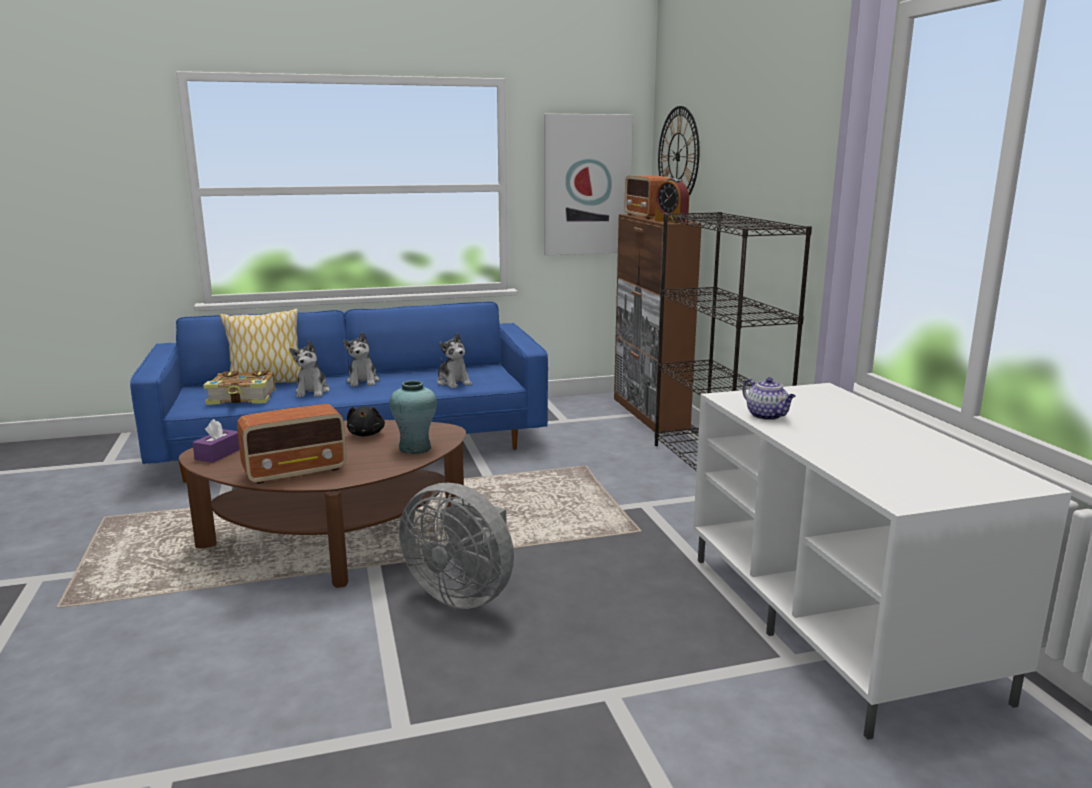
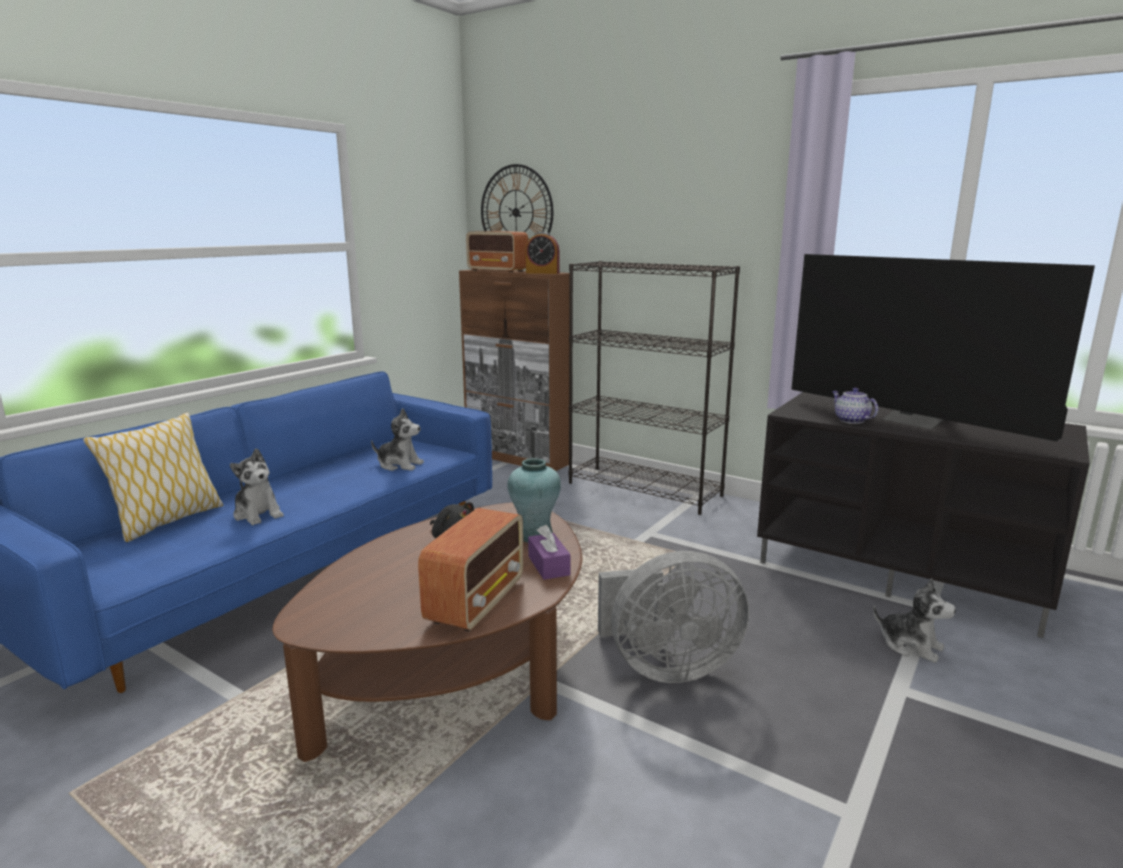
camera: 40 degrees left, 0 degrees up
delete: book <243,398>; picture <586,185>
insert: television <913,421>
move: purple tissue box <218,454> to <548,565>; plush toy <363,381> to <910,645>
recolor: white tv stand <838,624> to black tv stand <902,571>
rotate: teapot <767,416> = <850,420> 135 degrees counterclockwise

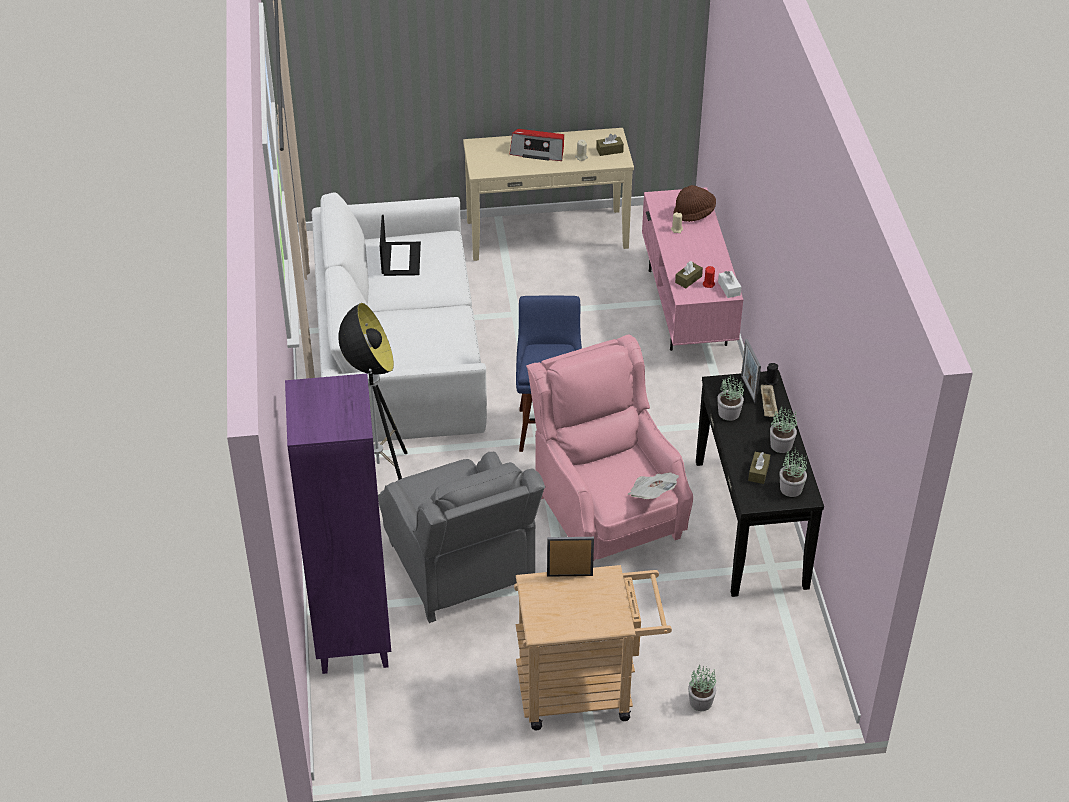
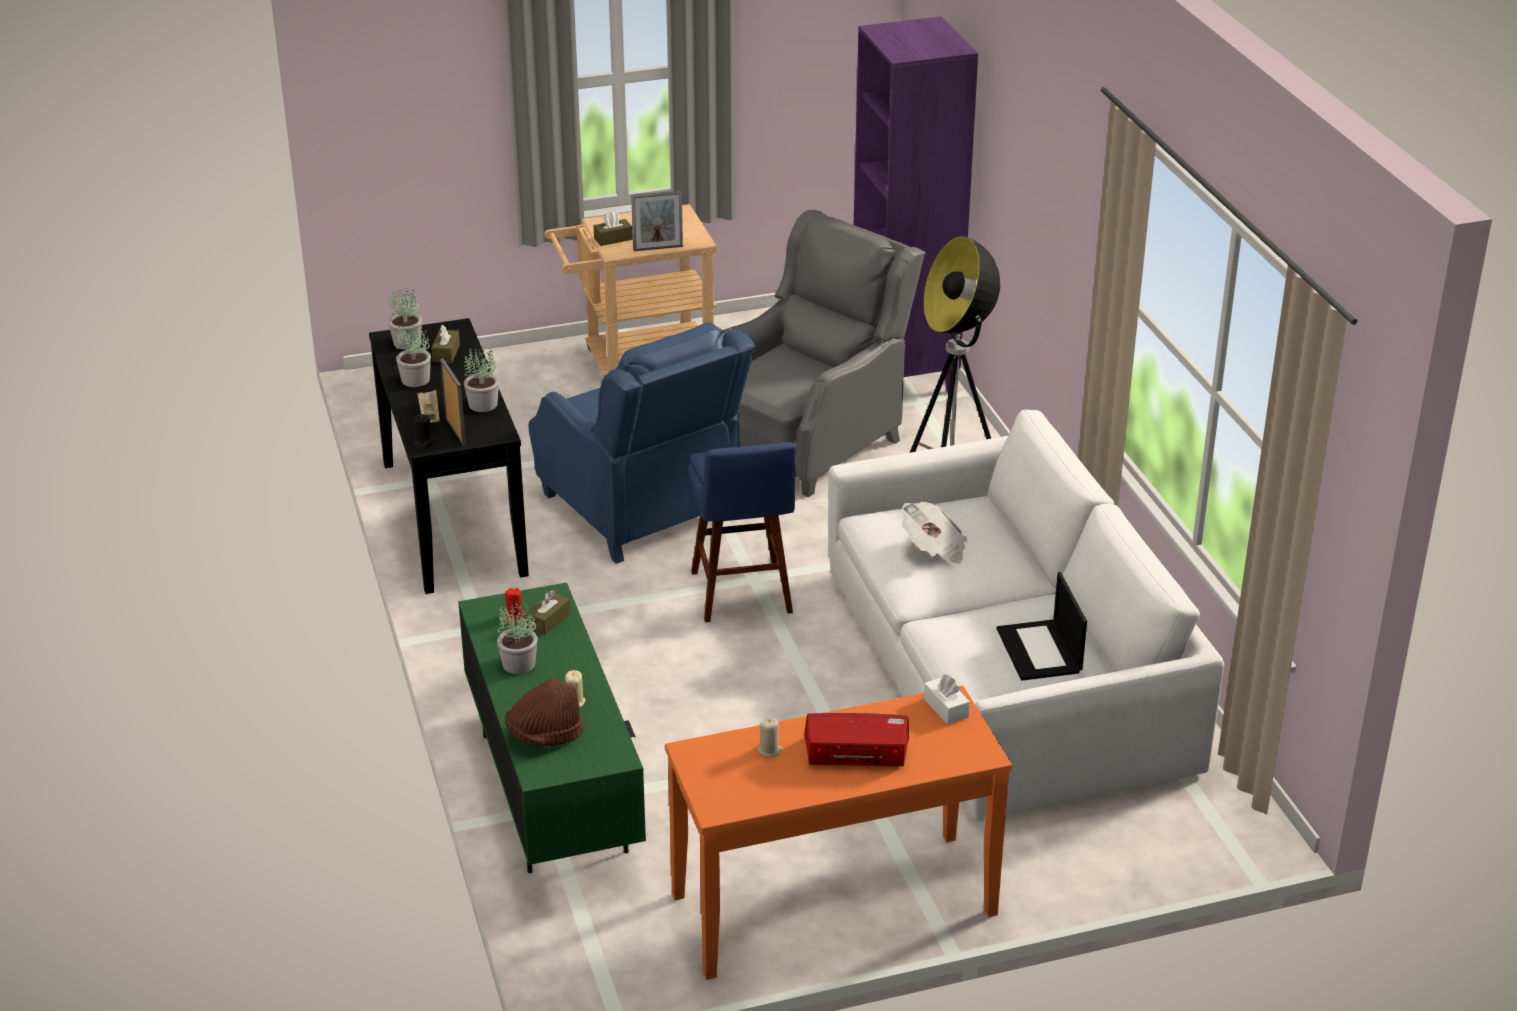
camera: 170 degrees right, 10 degrees down
move: brown tissue box <609,150> to <613,239>; newspaper <652,494> to <934,548>; potted plant <701,701> to <518,664>; white tissue box <729,288> to <946,708>
recolor: beige console table <547,234> to orange console table <834,905>; pink armchair <606,513> to blue armchair <642,510>; pink tv stand <688,308> to green tv stand <551,792>
rotate: grey armchair <462,568> = <807,442> 75 degrees clockwise

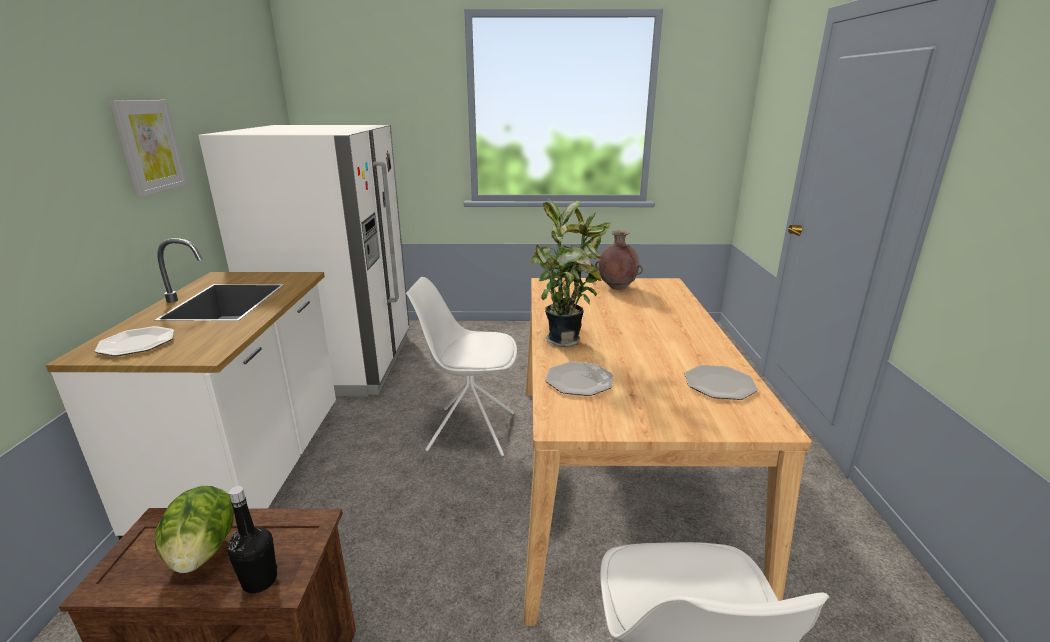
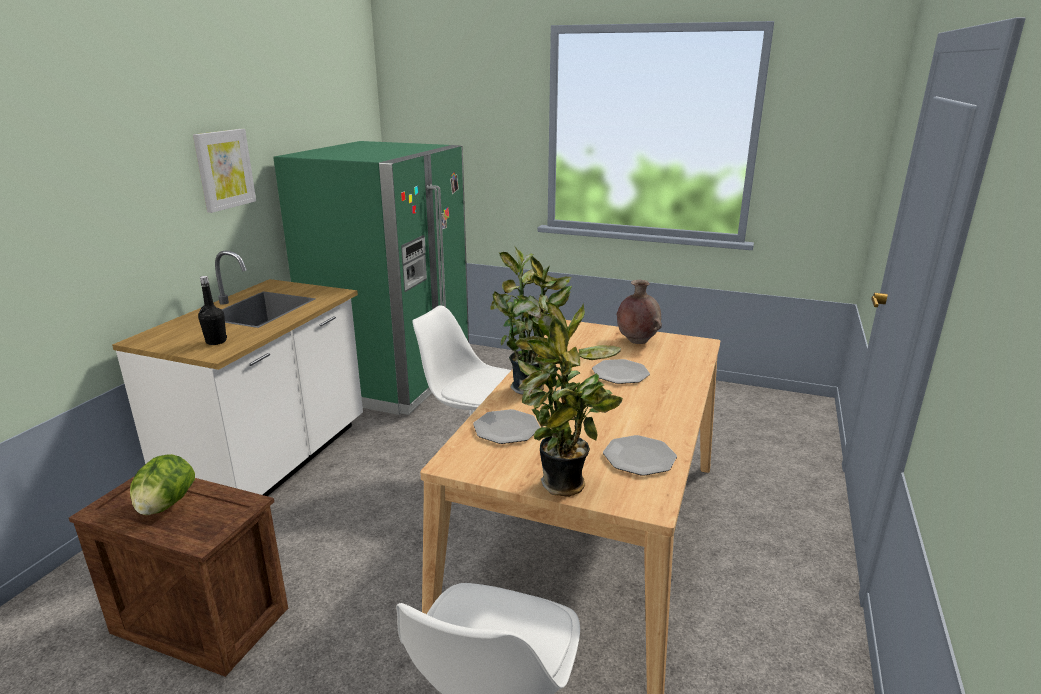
camera: 20 degrees right, 0 degrees up
insert: potted plant <564,487>
move: plate <136,343> to <620,373>; black bottle <260,580> to <216,341>
recolor: white fridge <342,363> to green fridge <393,379>

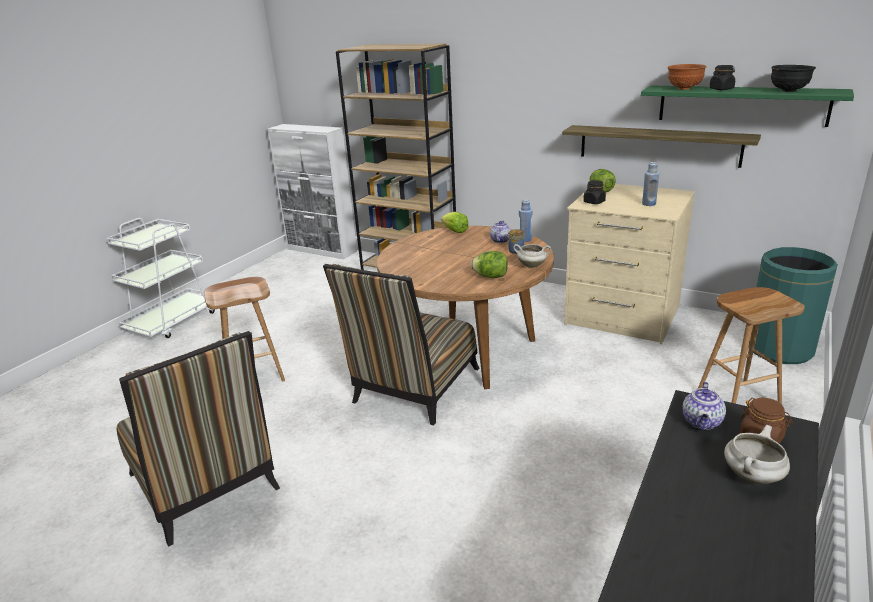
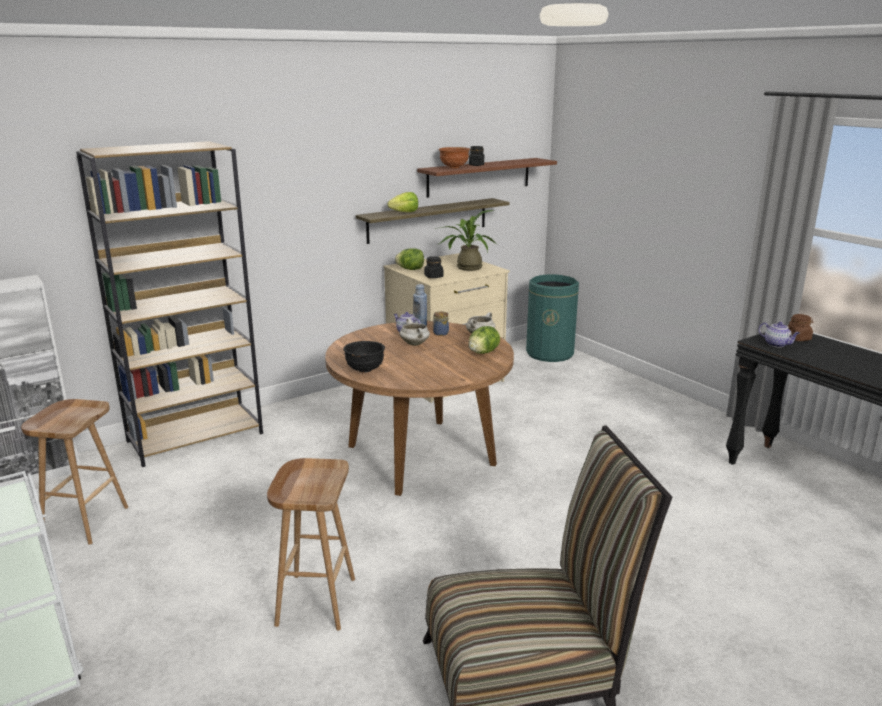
camera: 65 degrees left, 5 degrees down
delete: chair <413,389>
move: lettuce <455,231> to <405,212>; brown stool <738,399> to <85,521>; white cooking pot <753,476> to <415,344>; black bowl <789,91> to <365,370>
replace: blue bottle <648,204> to potted plant <466,267>
recolor: green shelf <741,105> to brown shelf <479,177>

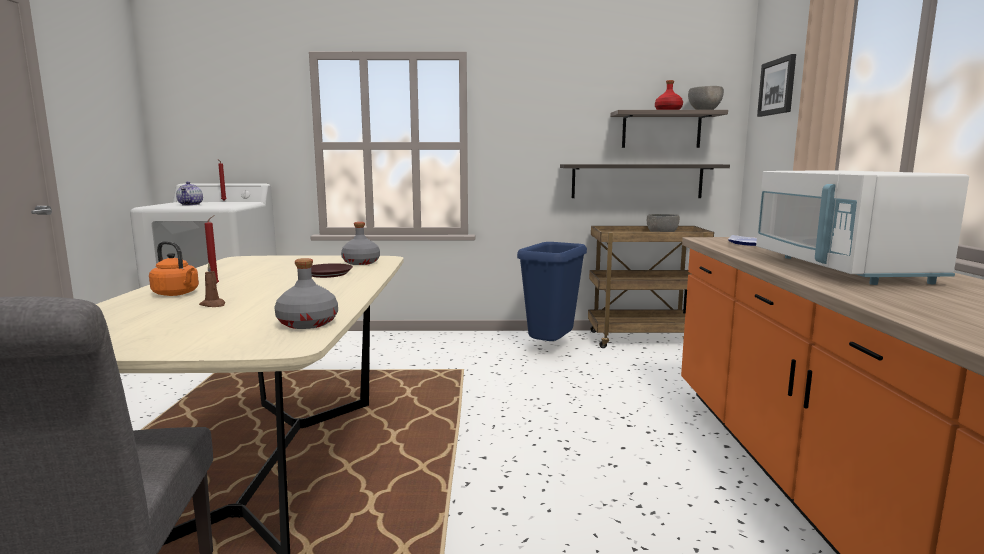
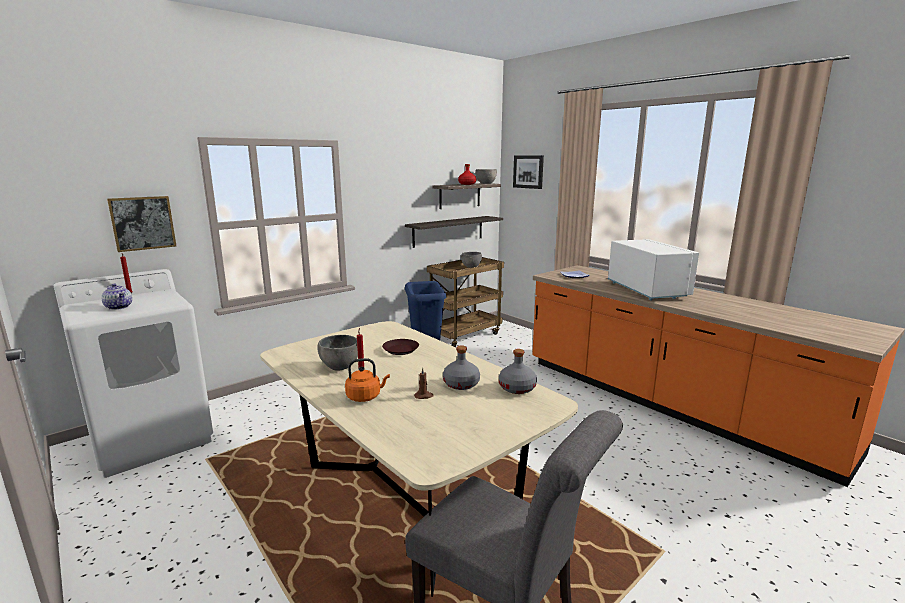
camera: 40 degrees left, 5 degrees up
insert: picture <143,223>; grey bowl <340,367>
move: grey bottle <360,262> to <461,384>
rotate: white microwave <840,268> = <647,290> 150 degrees counterclockwise

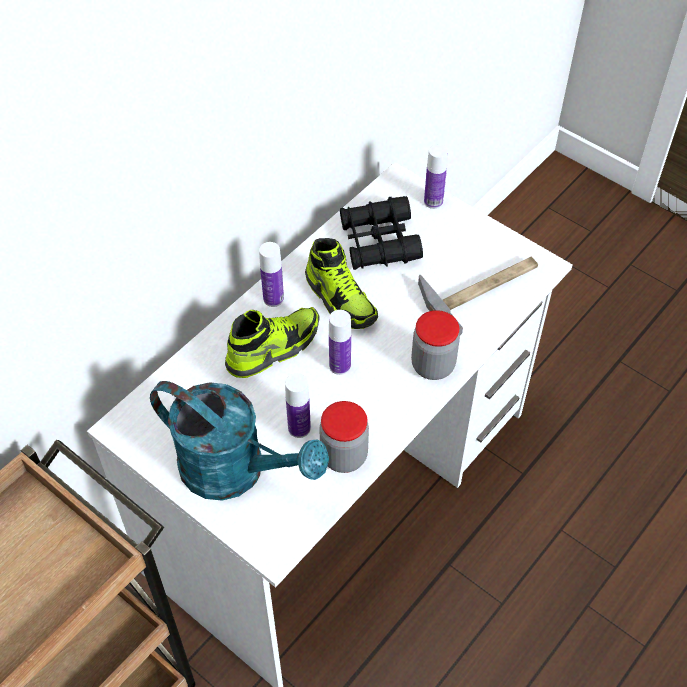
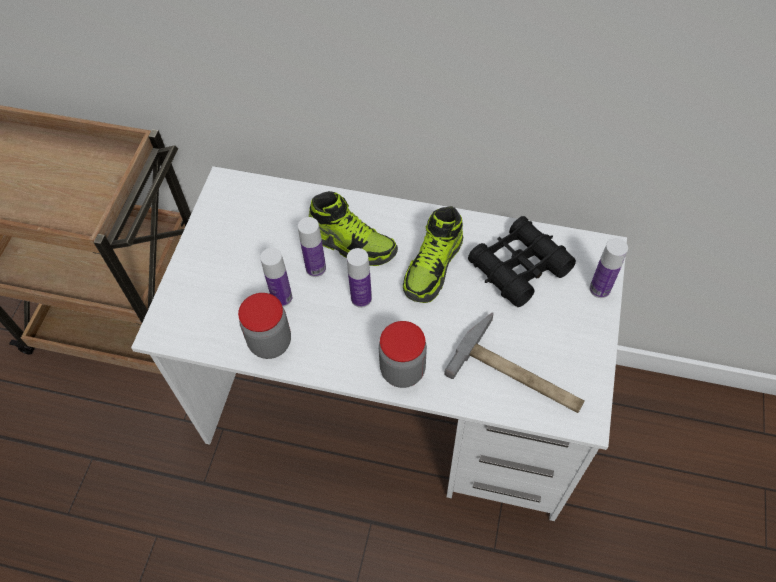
camera: 65 degrees right, 5 degrees up
delete: turquoise watering can <236,471>
move: bottle <273,299> to <316,268>

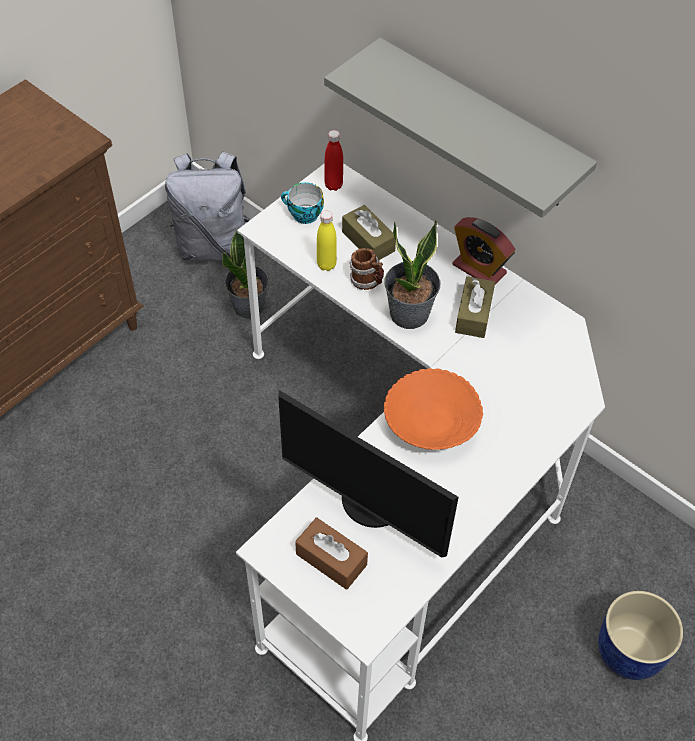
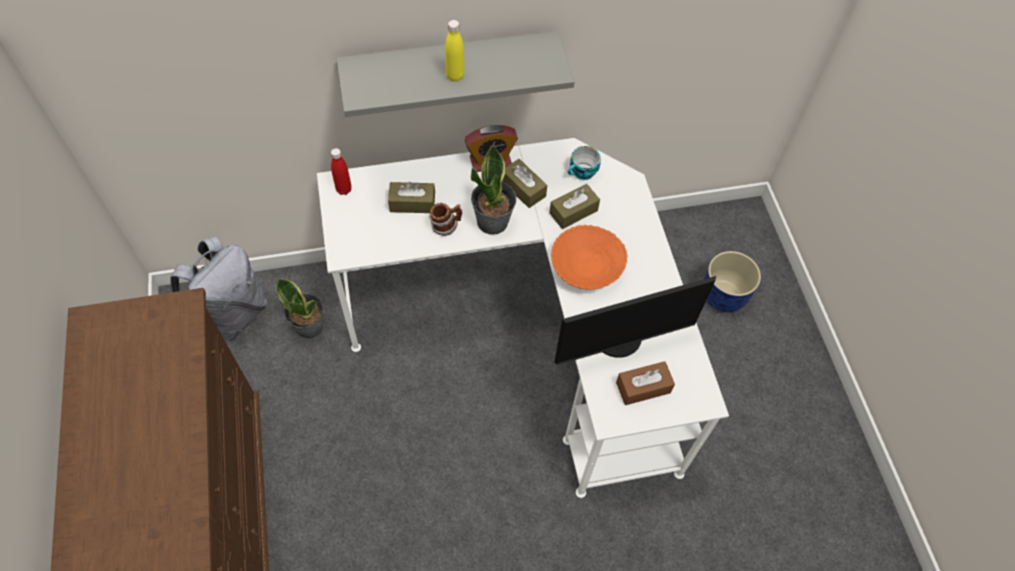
camera: 55 degrees left, 5 degrees up
insert: brown tissue box <573,212>
move: cup <303,215> to <582,173>; yellow bottle <326,265> to <455,76>

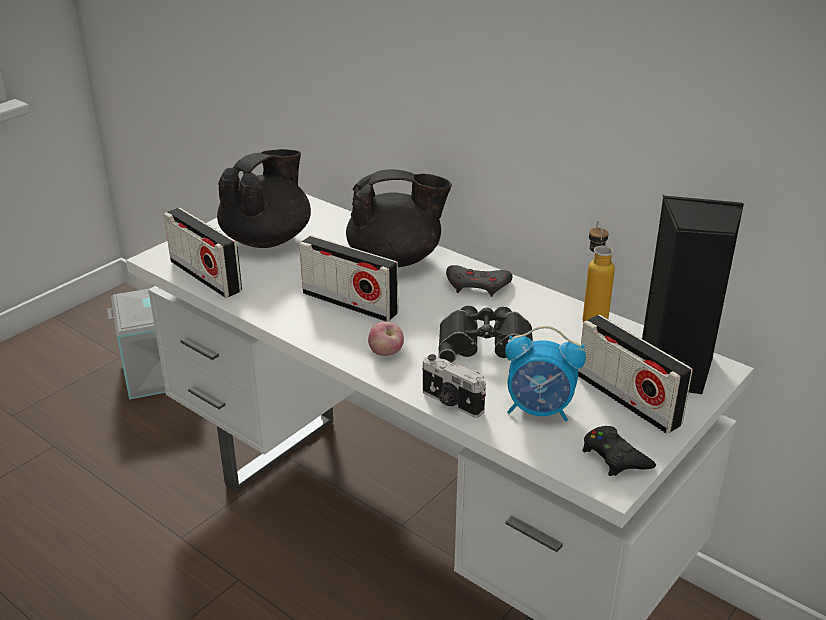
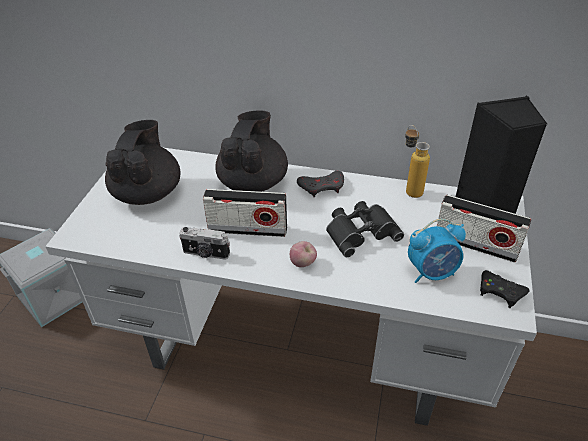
camera: 25 degrees left, 10 degrees up
delete: radio <205,276>
move: photo camera <451,403> to <206,254>
rotate: black teapot <396,259> = <253,182> 45 degrees counterclockwise

